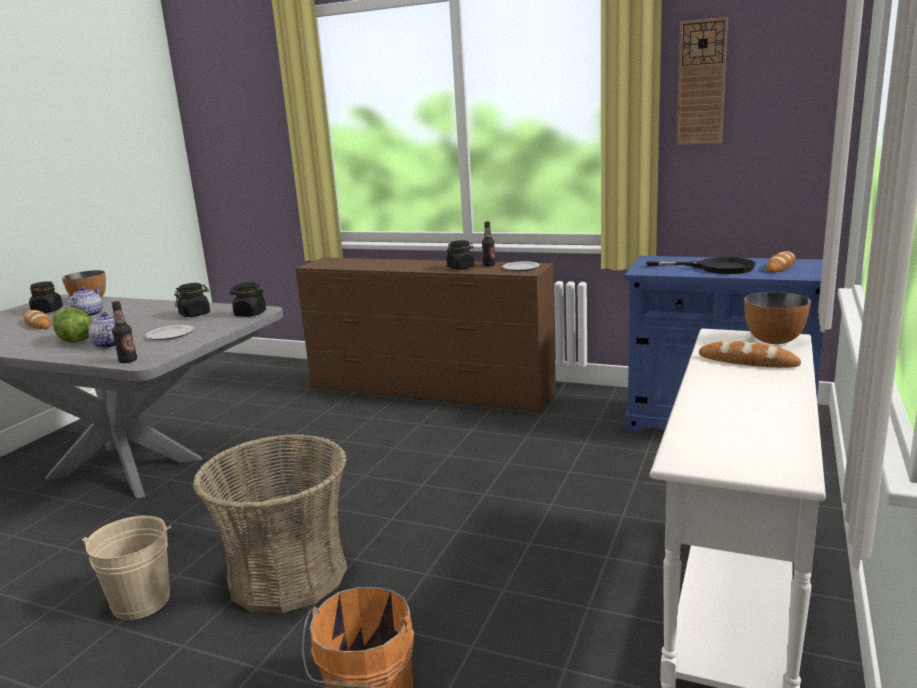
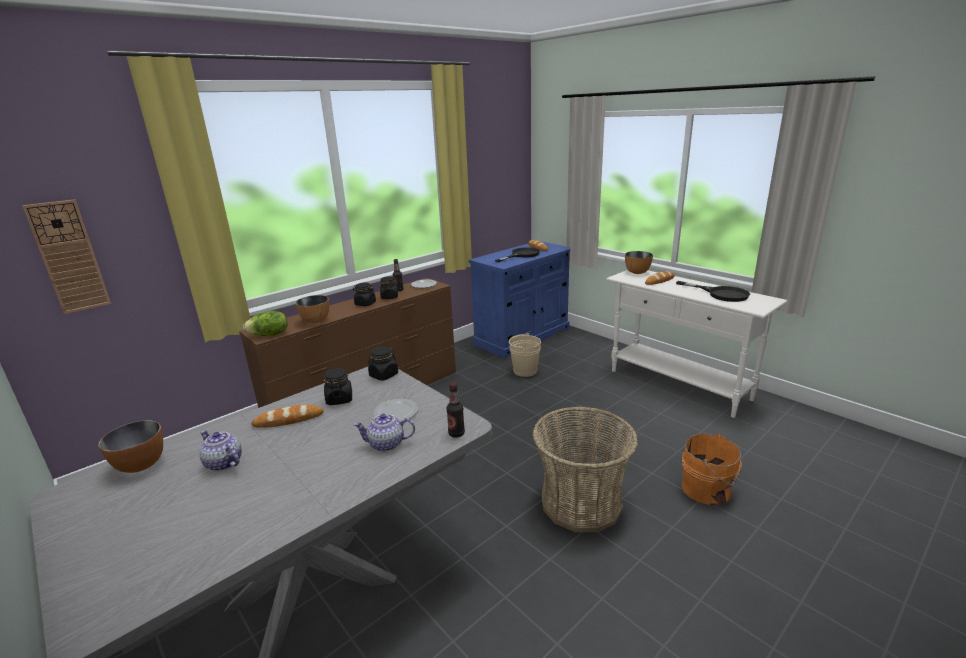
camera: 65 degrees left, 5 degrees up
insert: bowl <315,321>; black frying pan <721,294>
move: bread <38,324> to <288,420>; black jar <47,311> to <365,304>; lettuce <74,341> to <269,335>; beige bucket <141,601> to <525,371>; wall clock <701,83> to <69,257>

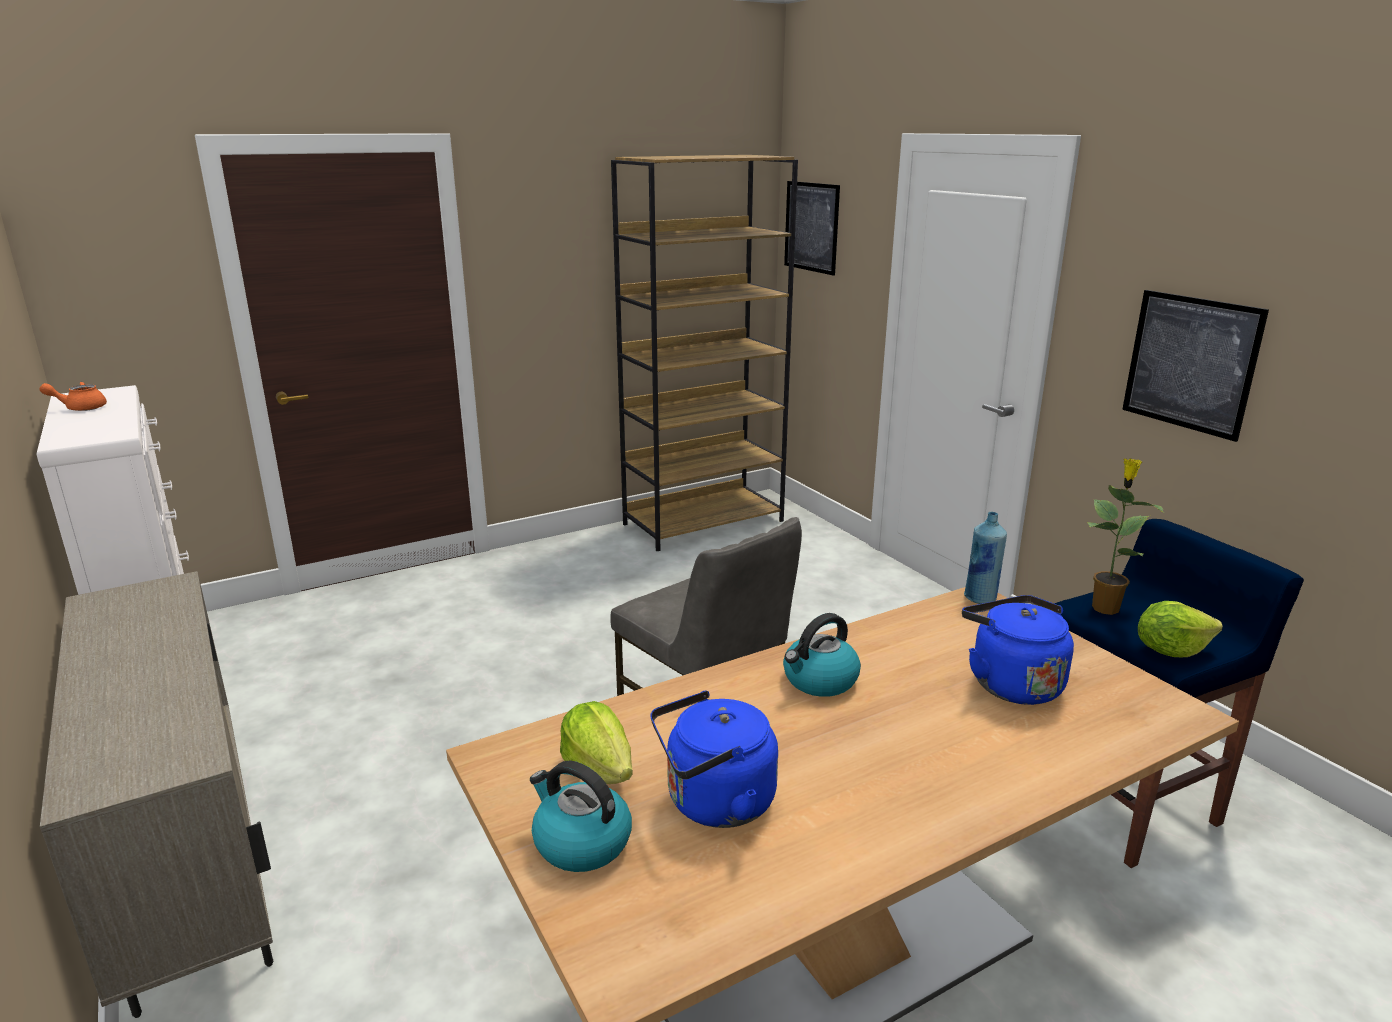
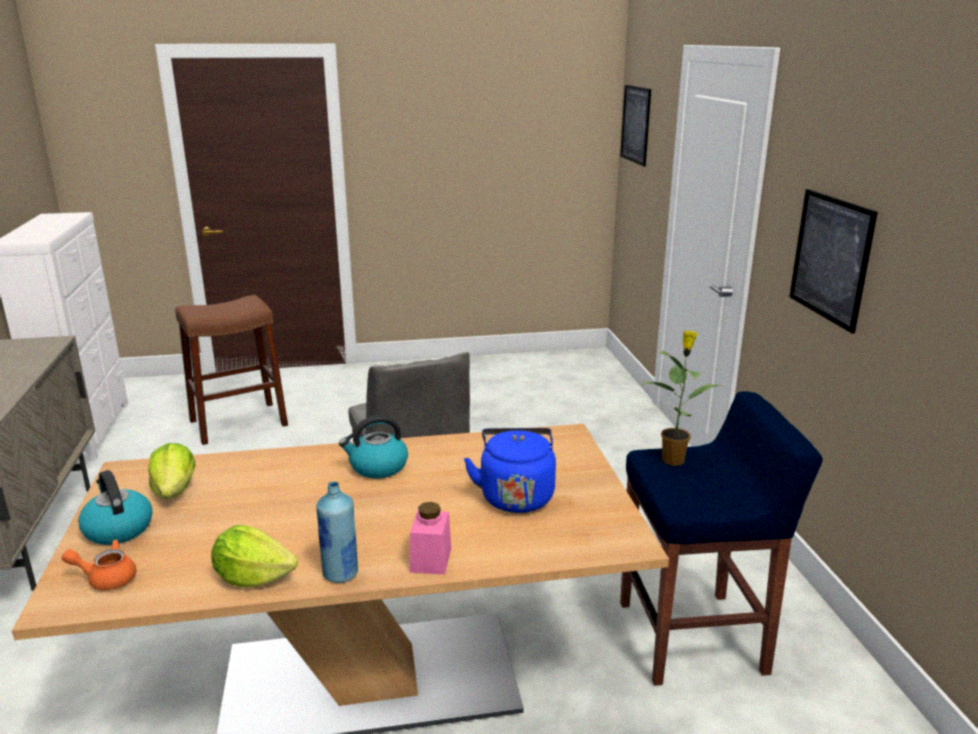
camera: 20 degrees right, 0 degrees up
delete: brown bookcase <704,522>; blue kettle <714,803>
insert: brown stool <238,423>; pink jar <431,560>
move: orange teapot <80,408> to <106,578>; blue bottle <980,598> to <340,574>; lettuce <1170,650> to <253,577>

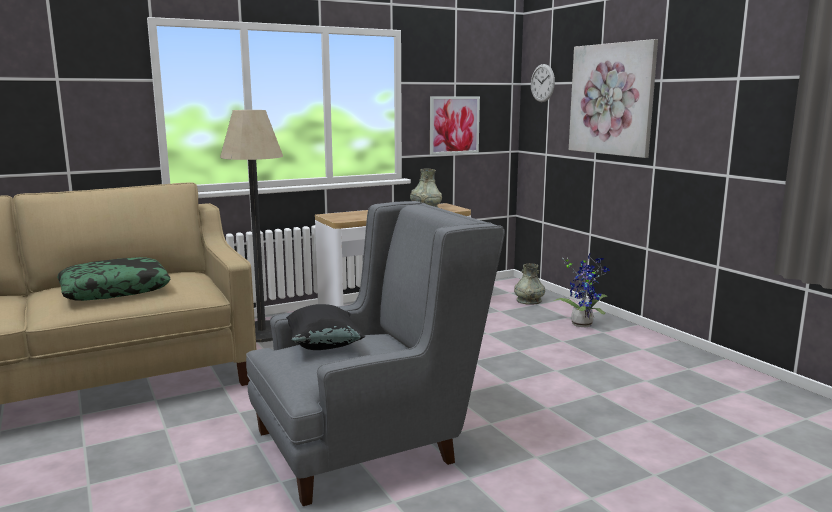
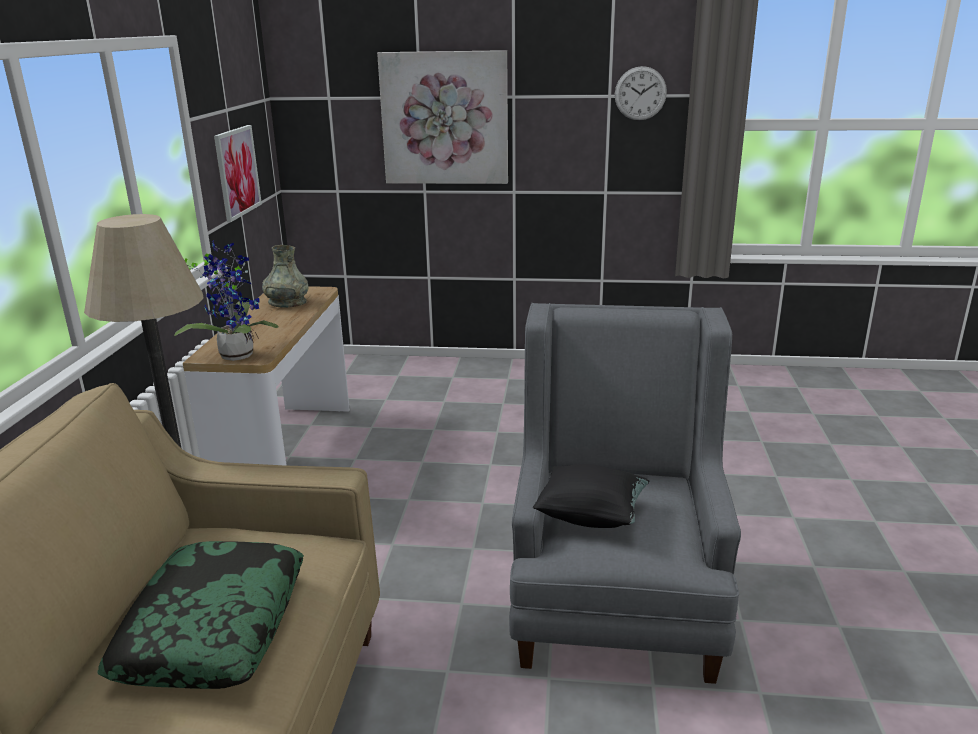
camera: 55 degrees left, 10 degrees up
delete: grey vase <529,301>
move: wall clock <542,83> to <640,93>; potted plant <582,324> to <236,353>

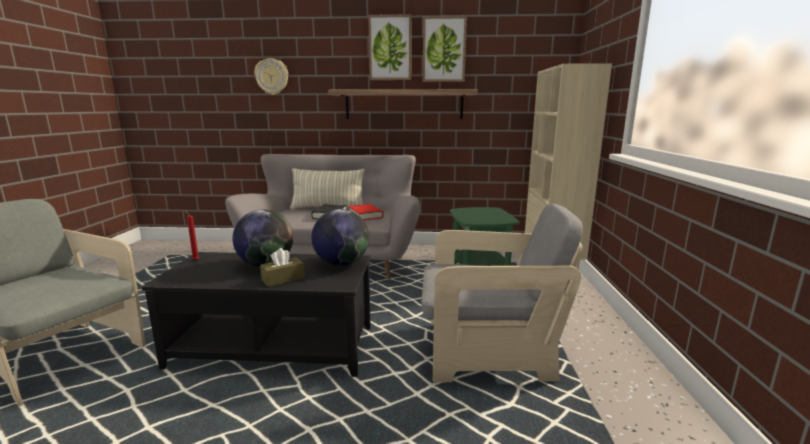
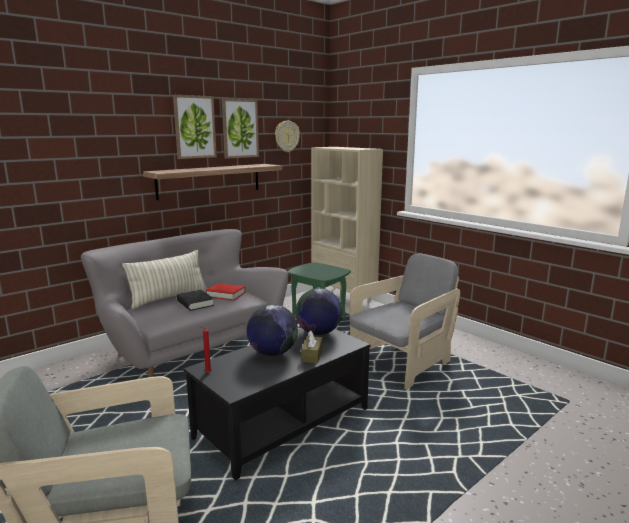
camera: 45 degrees left, 0 degrees up
move: wall clock <272,76> to <286,136>

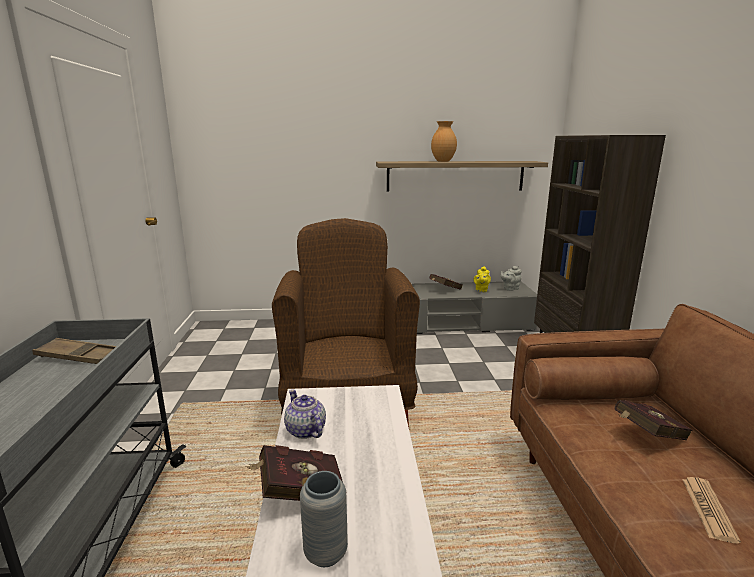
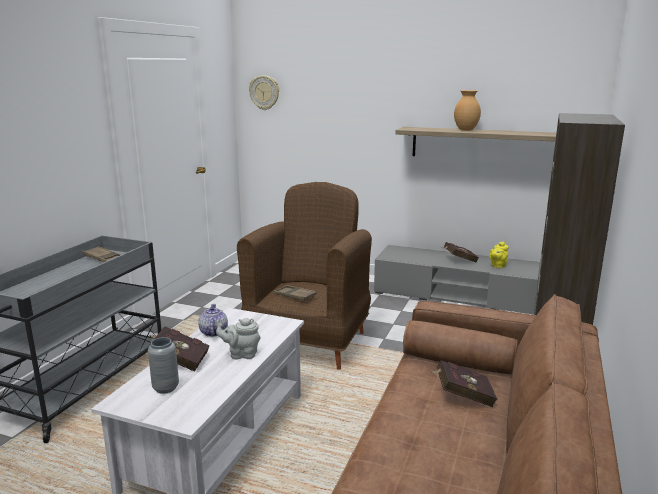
camera: 25 degrees right, 0 degrees up
delete: newspaper <708,509>
insert: wall clock <264,92>; brown tray <295,296>
move: grey teapot <510,288> to <241,354>

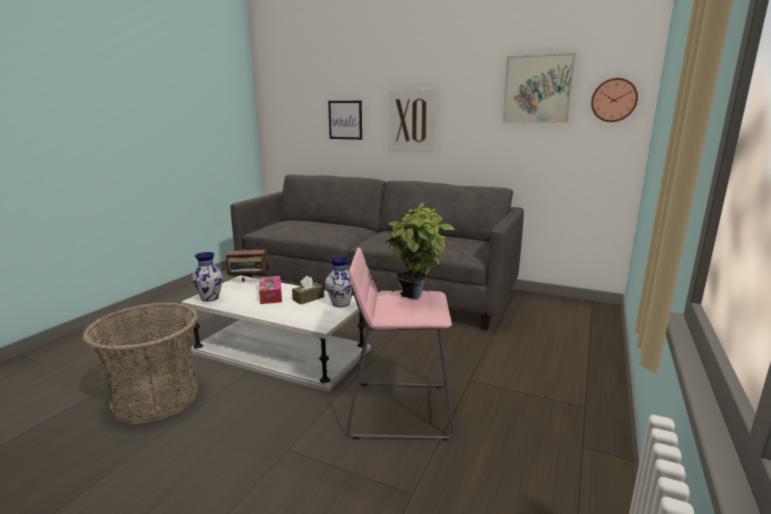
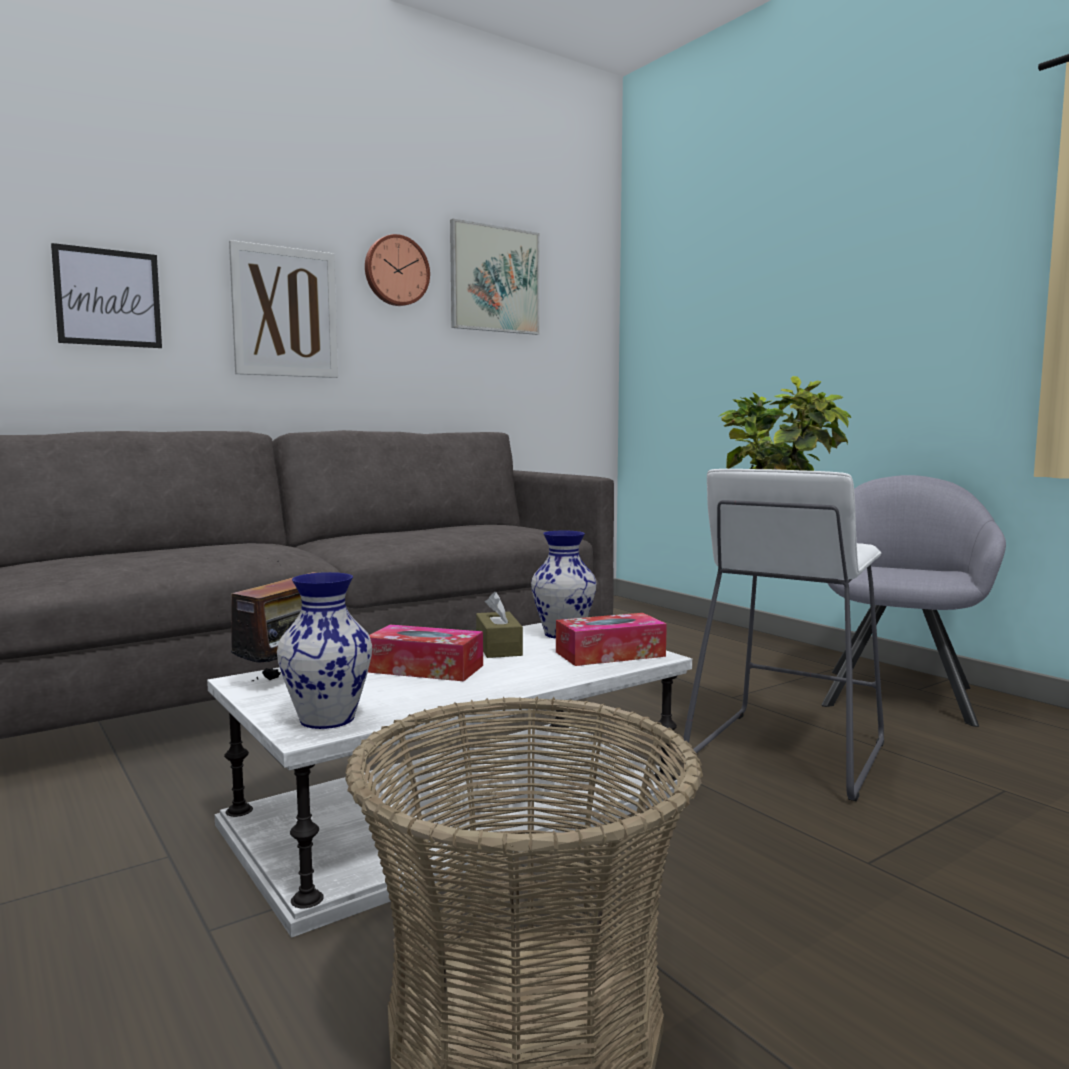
camera: 60 degrees left, 10 degrees down
insert: tissue box <610,654>; grey armchair <899,693>
move: wall clock <614,100> to <396,271>
recolor: pink stool <399,410> to white stool <786,753>

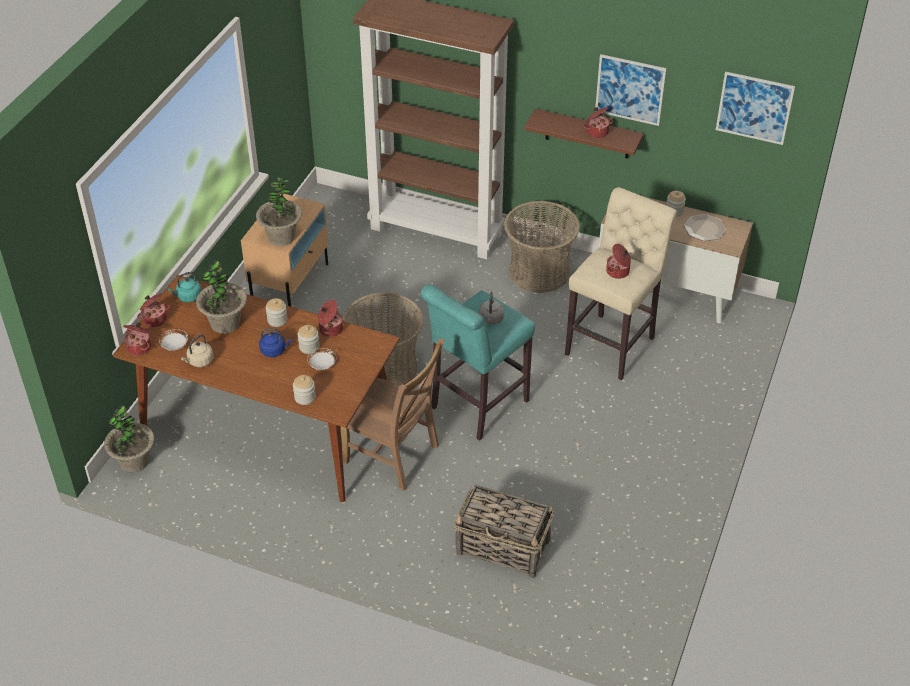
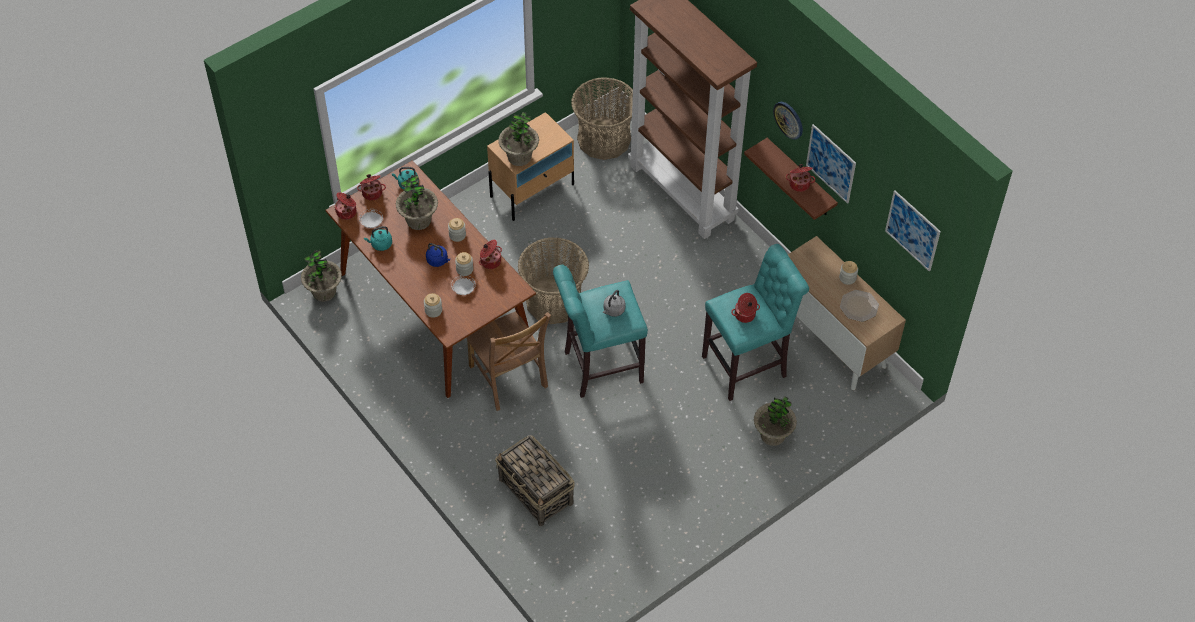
camera: 30 degrees right, 10 degrees up
insert: potted plant <772,435>; wall clock <789,119>
move: basket <539,272> to <604,139>
recolor: beige kettle <199,361> to turquoise kettle <380,244>; beige stool <613,343> to turquoise stool <748,365>

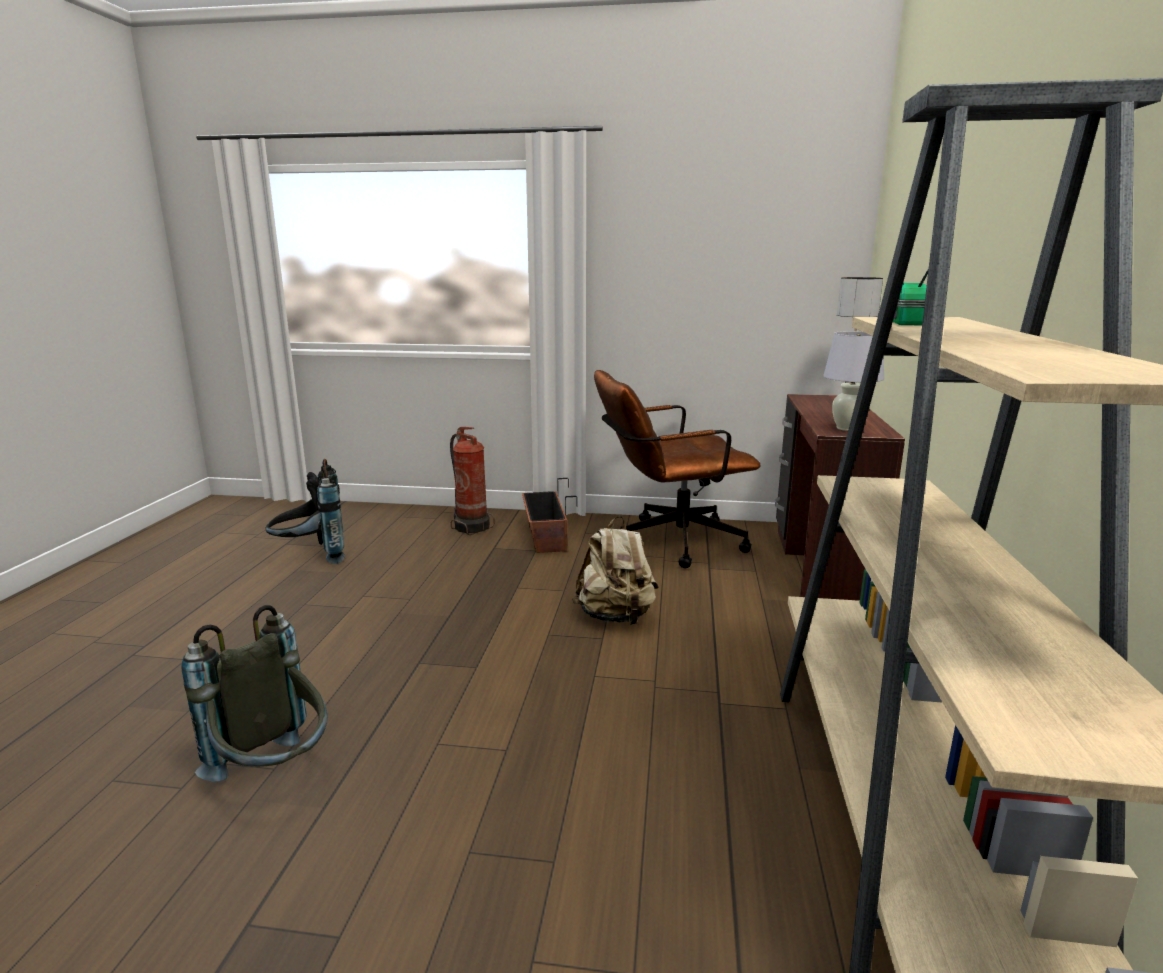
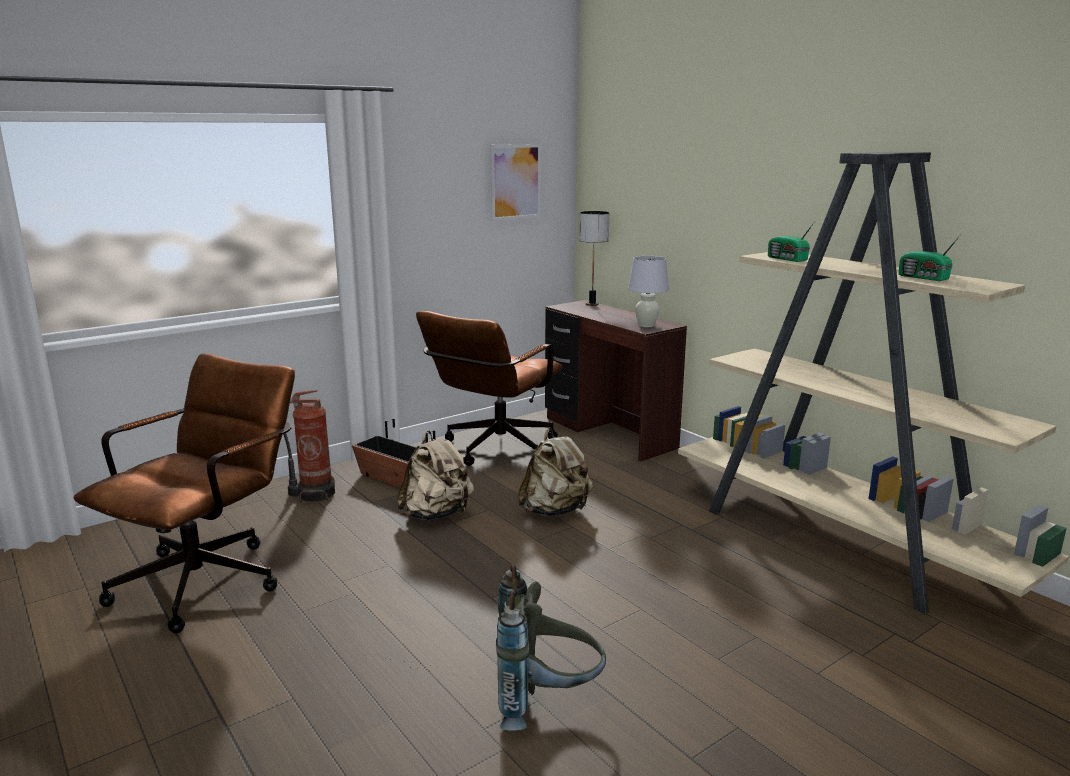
camera: 45 degrees left, 0 degrees up
insert: beige backpack <436,514>; picture <515,182>; radio <924,278>
replace: black backpack <312,557> to brown office chair <210,577>

